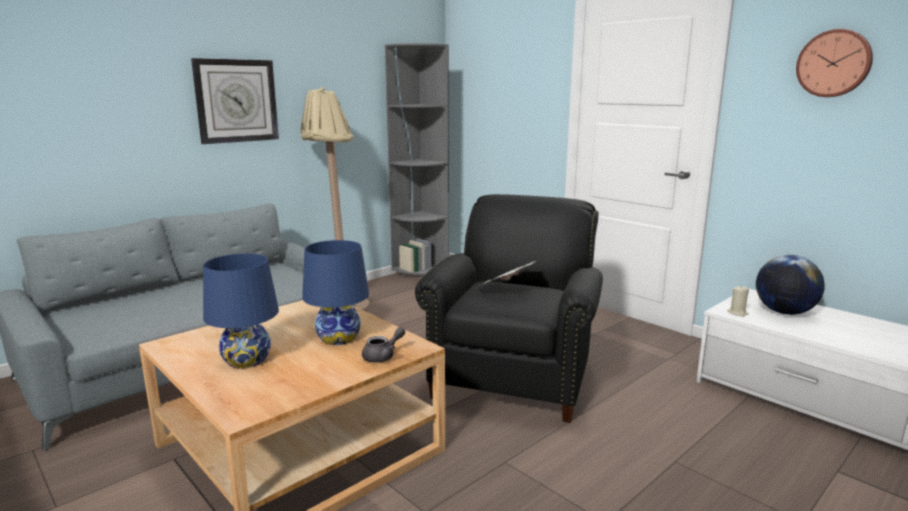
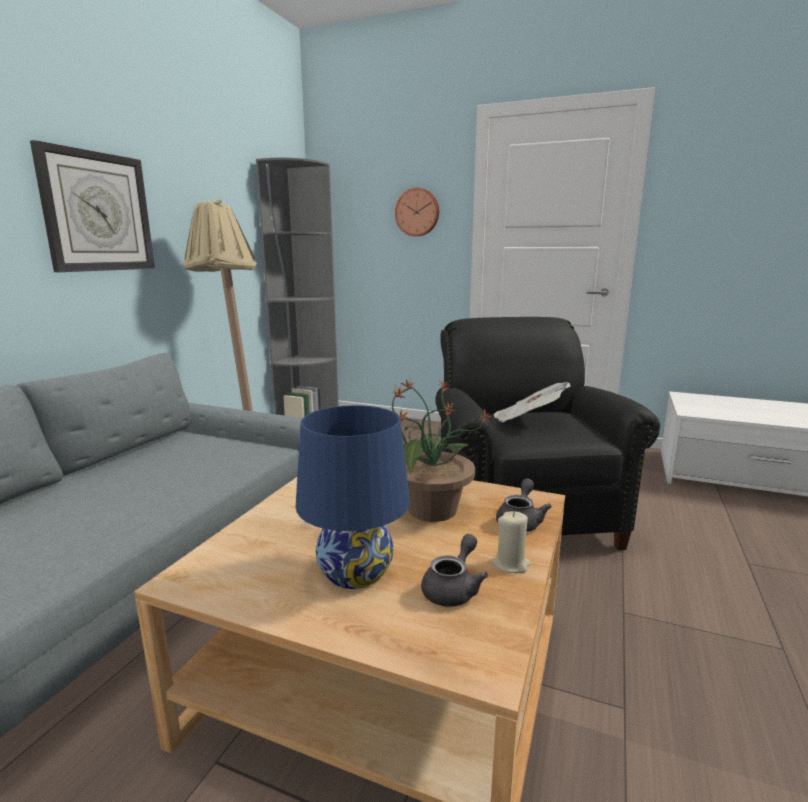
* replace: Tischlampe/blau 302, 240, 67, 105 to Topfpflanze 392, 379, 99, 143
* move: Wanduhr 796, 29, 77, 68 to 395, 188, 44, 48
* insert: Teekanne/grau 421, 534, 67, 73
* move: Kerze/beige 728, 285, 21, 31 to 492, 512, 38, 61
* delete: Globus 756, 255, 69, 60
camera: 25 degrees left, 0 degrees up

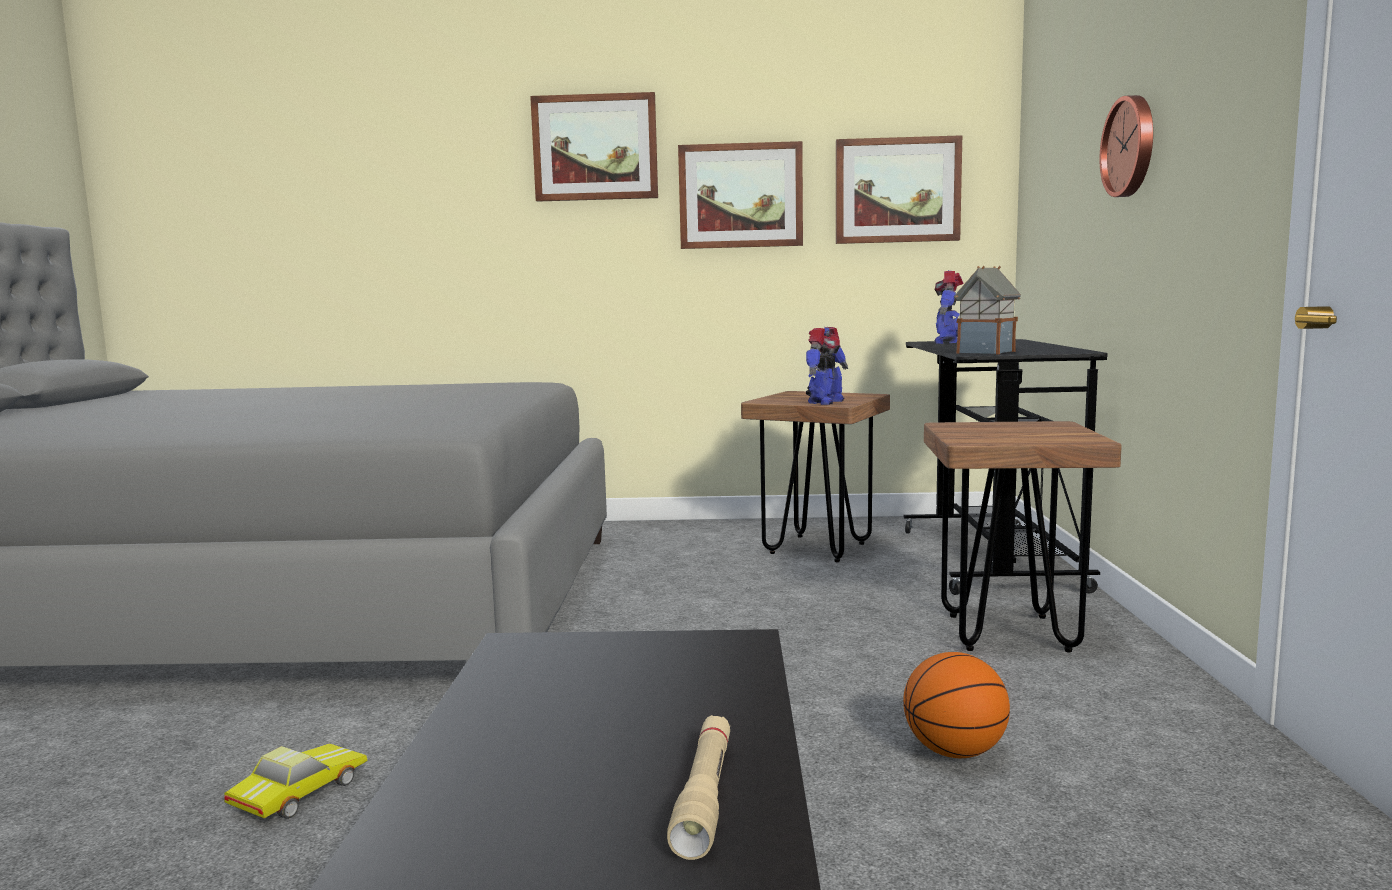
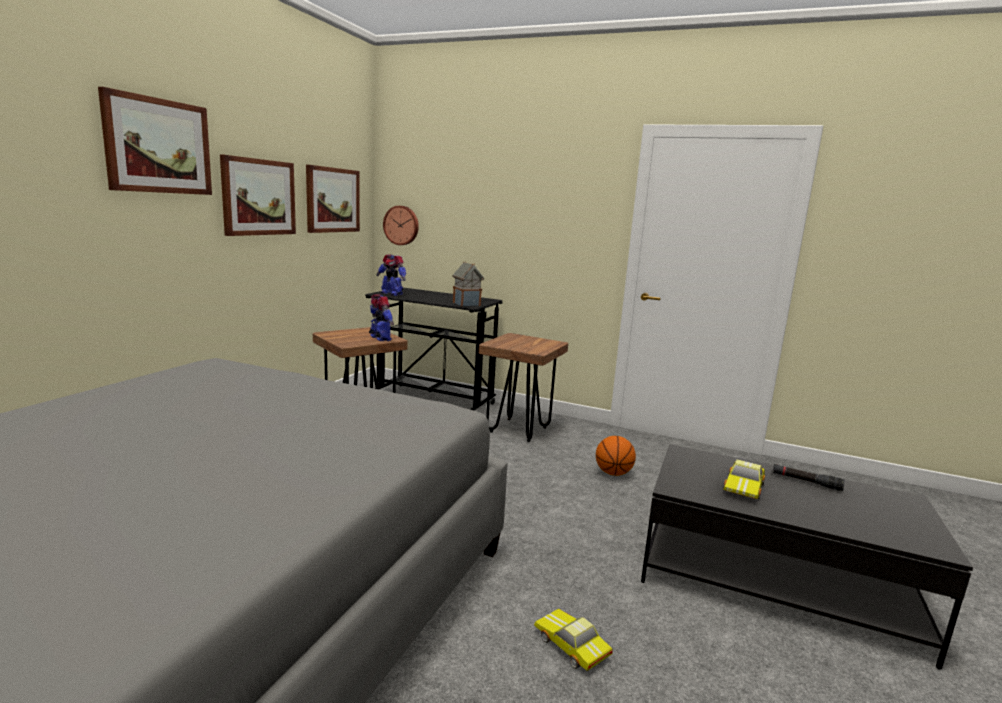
* move: Wanduhr 1100, 95, 53, 102 to 383, 206, 36, 39
* insert: Spielzeugauto 723, 459, 42, 40
* recolor: Taschenlampe/beige 667, 715, 63, 145 to Taschenlampe/schwarz 773, 464, 72, 27
camera: 70 degrees left, 5 degrees up

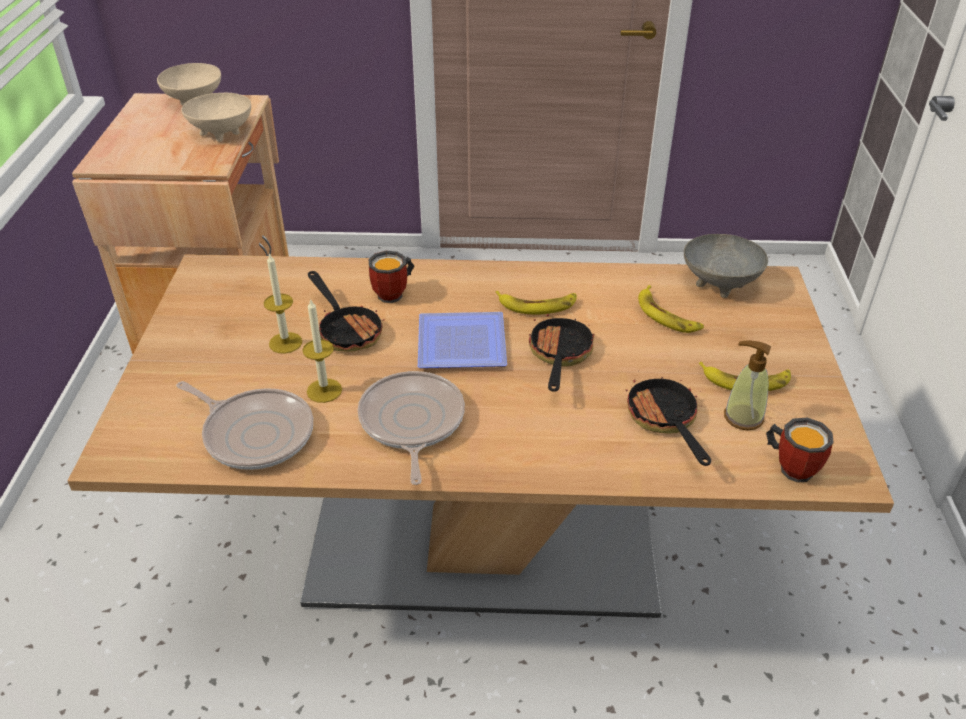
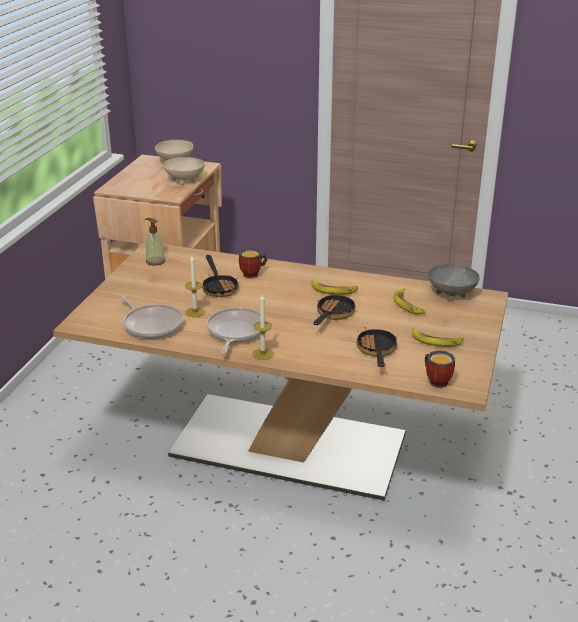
* move: Seifenspender 724, 340, 47, 90 to 145, 218, 20, 48
* move: Kerze 264, 253, 38, 101 to 253, 294, 21, 66
* delete: Teller 418, 312, 89, 56
camera: 15 degrees right, 10 degrees down

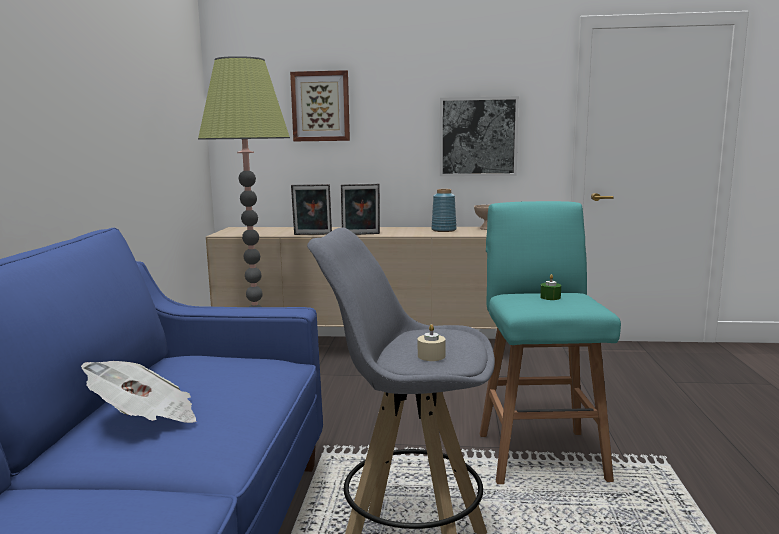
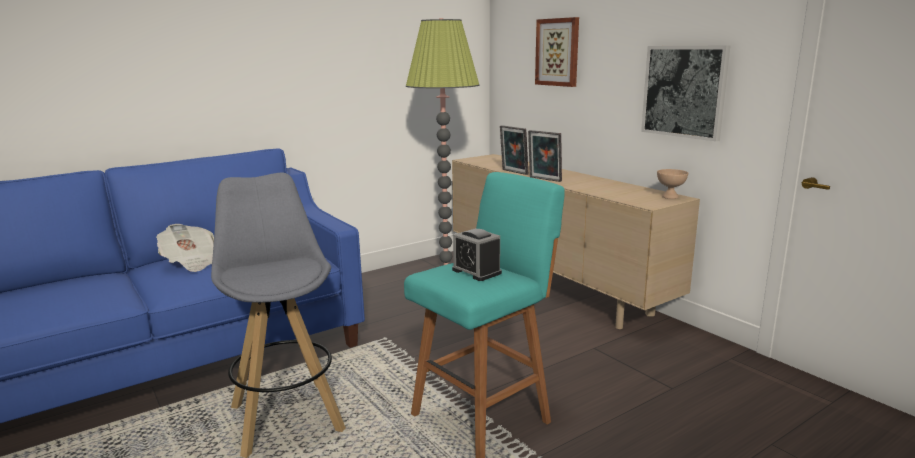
* replace: Kerze/grün 540, 274, 21, 26 to Wecker 452, 228, 50, 53
* delete: Kerze/beige 418, 324, 27, 37
* delete: Vase/blau 431, 189, 26, 43
camera: 50 degrees right, 5 degrees up

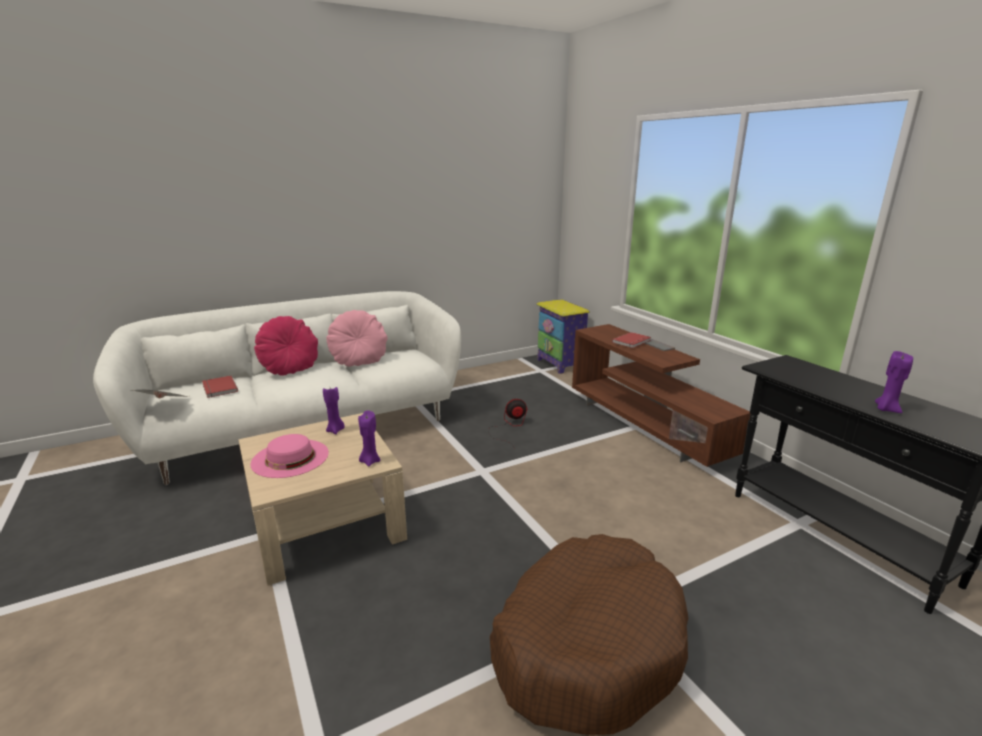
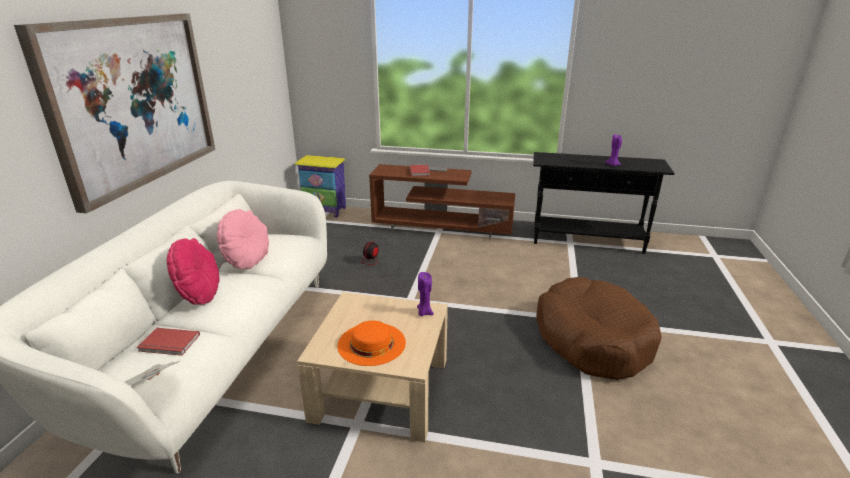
* insert: Bild 14, 14, 201, 199
* recolor: Hut/rosa 251, 434, 78, 44 to Hut/orange 337, 321, 69, 45
* delete: Kerze/lila 323, 387, 22, 47
camera: 50 degrees left, 5 degrees up

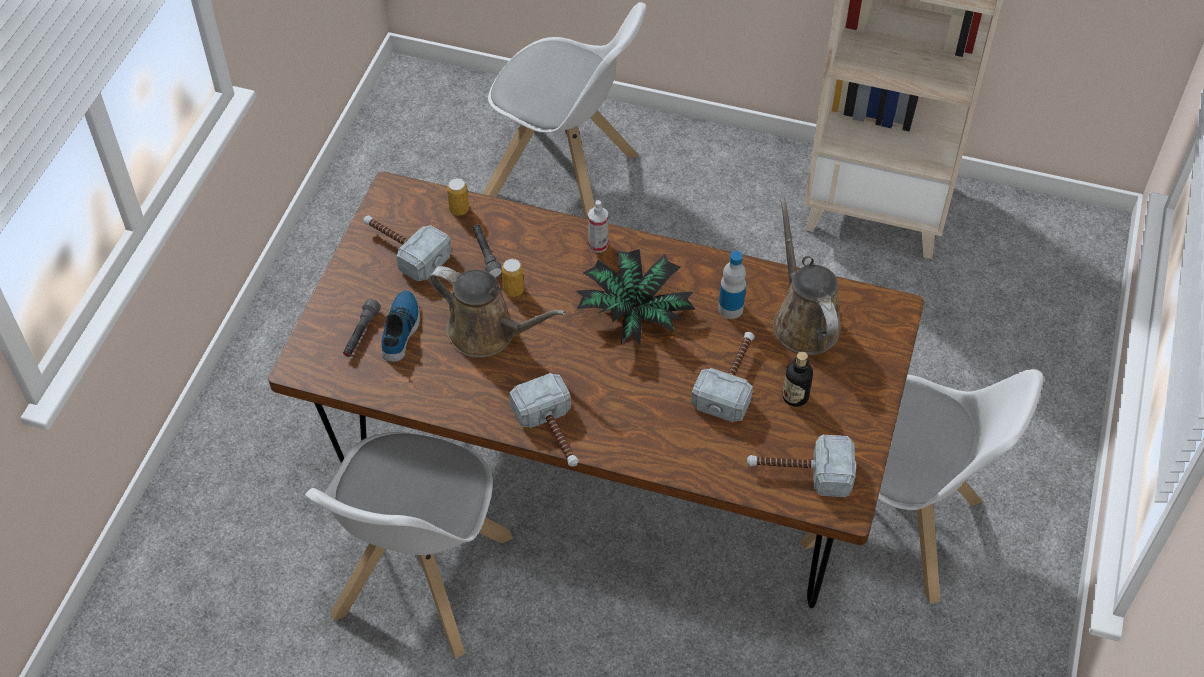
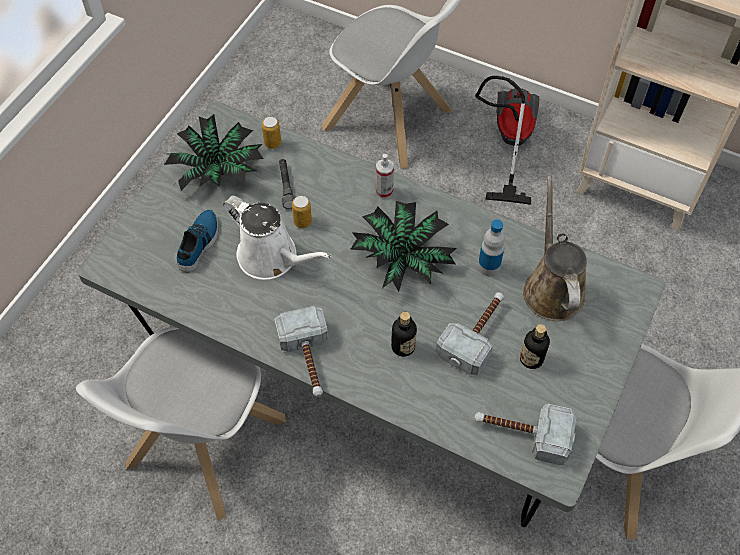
* recolor: Esstisch/braun 268, 172, 656, 436 to Esstisch/grau 77, 102, 588, 425
* replace: Hammer 363, 215, 89, 67 to Topfpflanze 164, 114, 100, 77
* recolor: Gießkanne/braun 429, 266, 137, 92 to Gießkanne/weiß 223, 195, 108, 85
* insert: Flasche 391, 312, 26, 45
* insert: Staubsauger 475, 76, 64, 129
* delete: Taschenlampe/grau 343, 299, 38, 58
camera: 10 degrees right, 5 degrees up

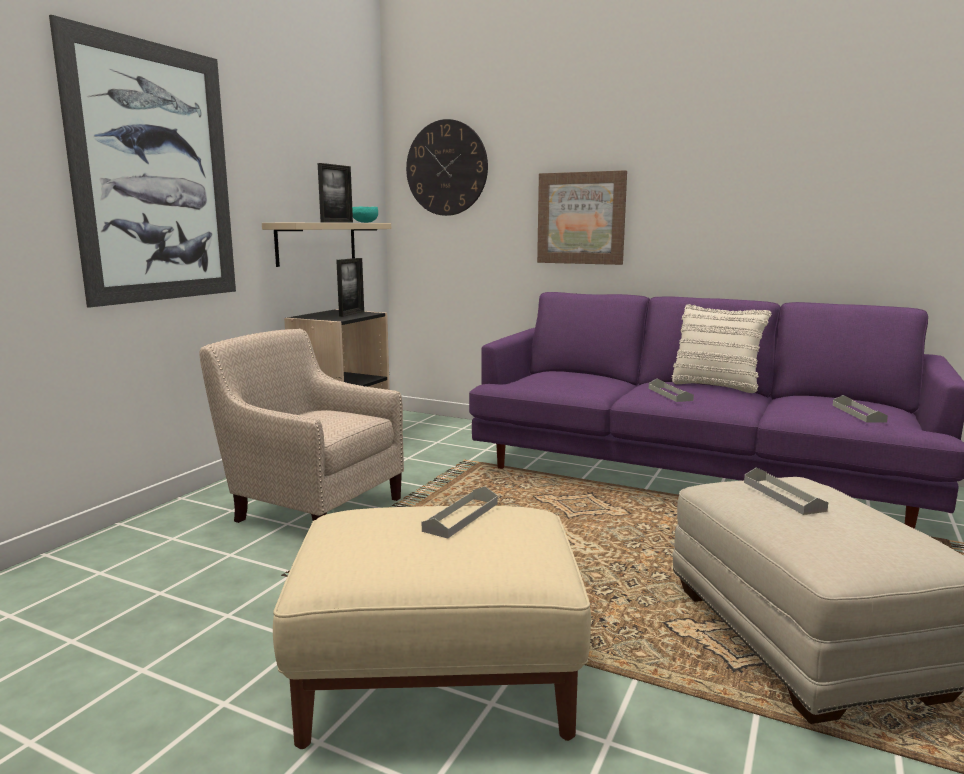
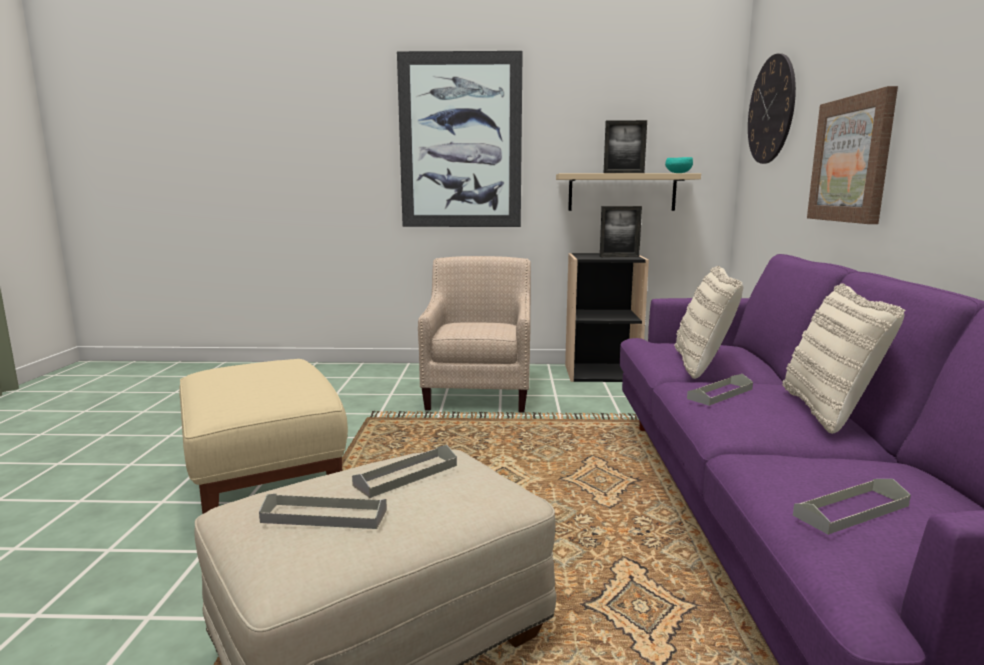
* move: Tablett/grau 422, 487, 76, 52 to 259, 493, 128, 36
* insert: Kissen/beige 674, 265, 69, 114
camera: 65 degrees right, 0 degrees up

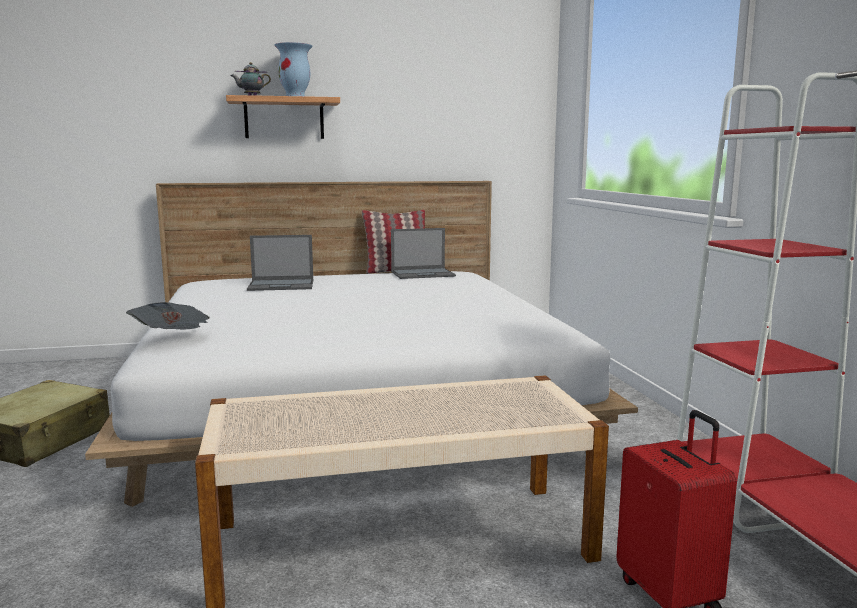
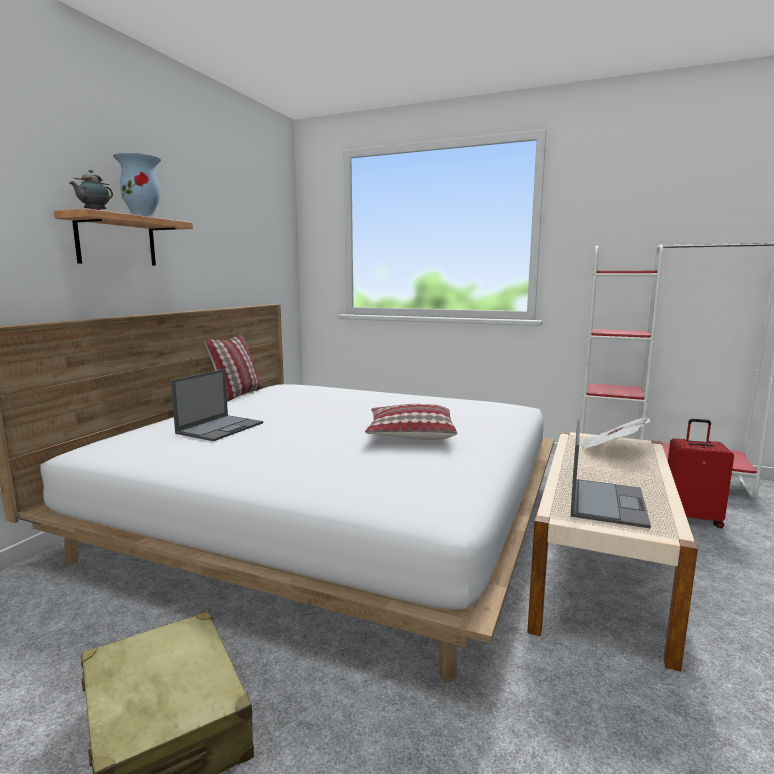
* insert: Kissen 365, 404, 92, 36
* move: Laptop 391, 228, 65, 51 to 571, 420, 80, 108
* move: Zeitung 126, 302, 83, 27 to 579, 418, 71, 32
camera: 55 degrees left, 0 degrees up

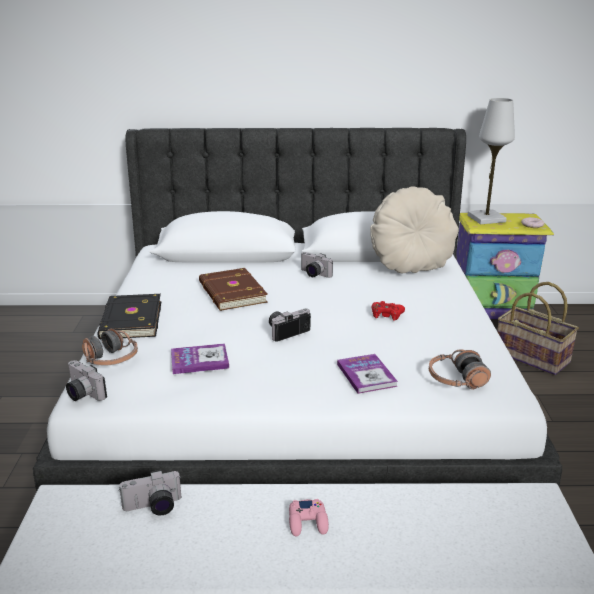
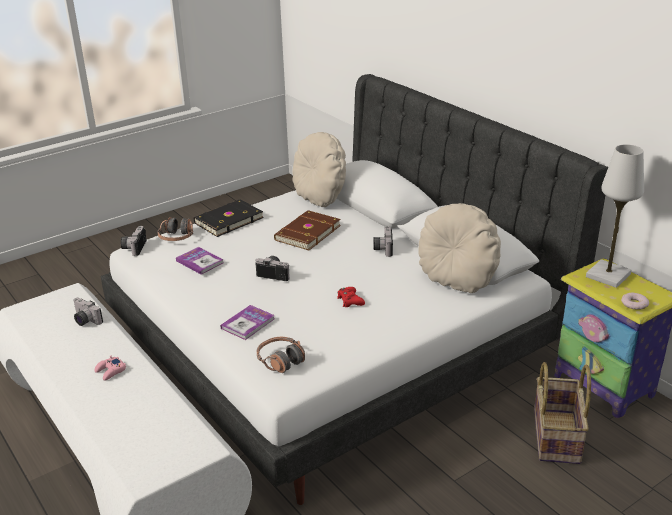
* insert: Kissen/beige 292, 132, 54, 75
camera: 55 degrees right, 5 degrees up

